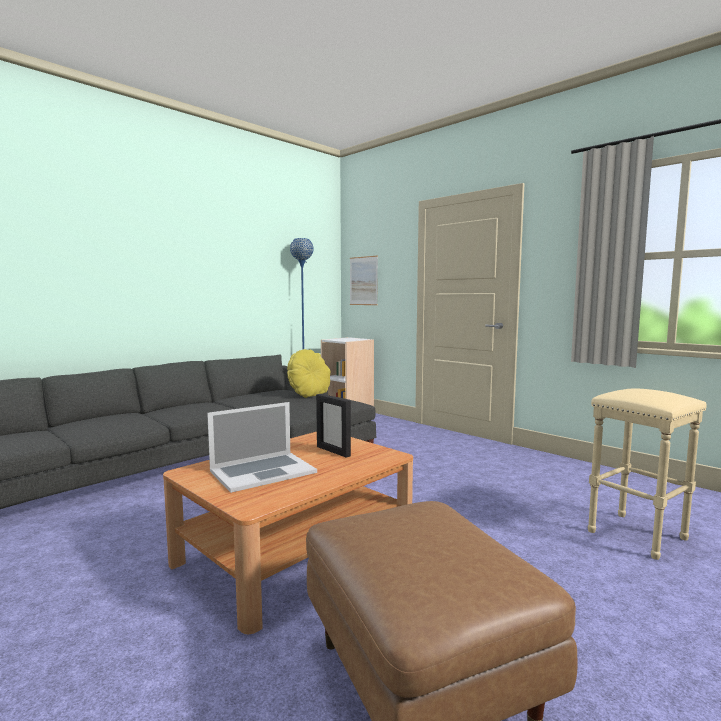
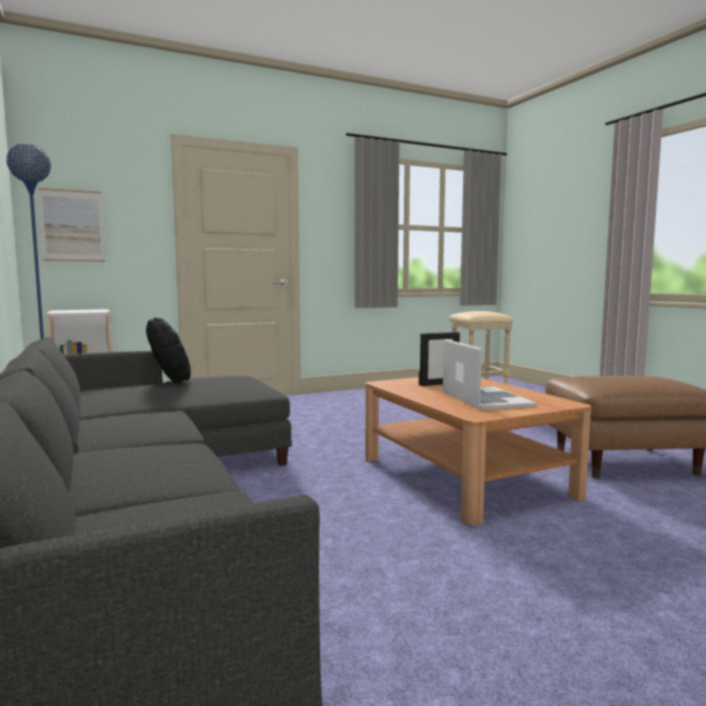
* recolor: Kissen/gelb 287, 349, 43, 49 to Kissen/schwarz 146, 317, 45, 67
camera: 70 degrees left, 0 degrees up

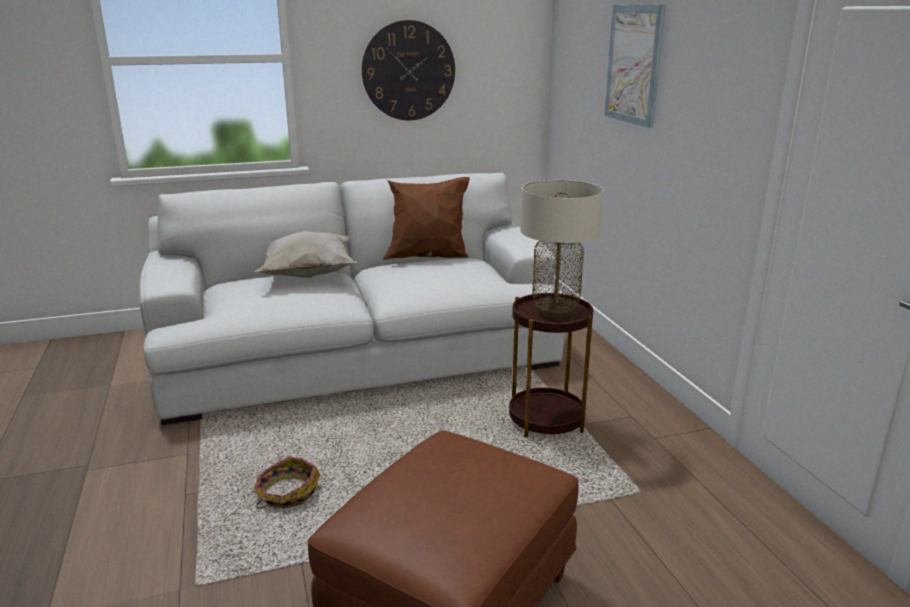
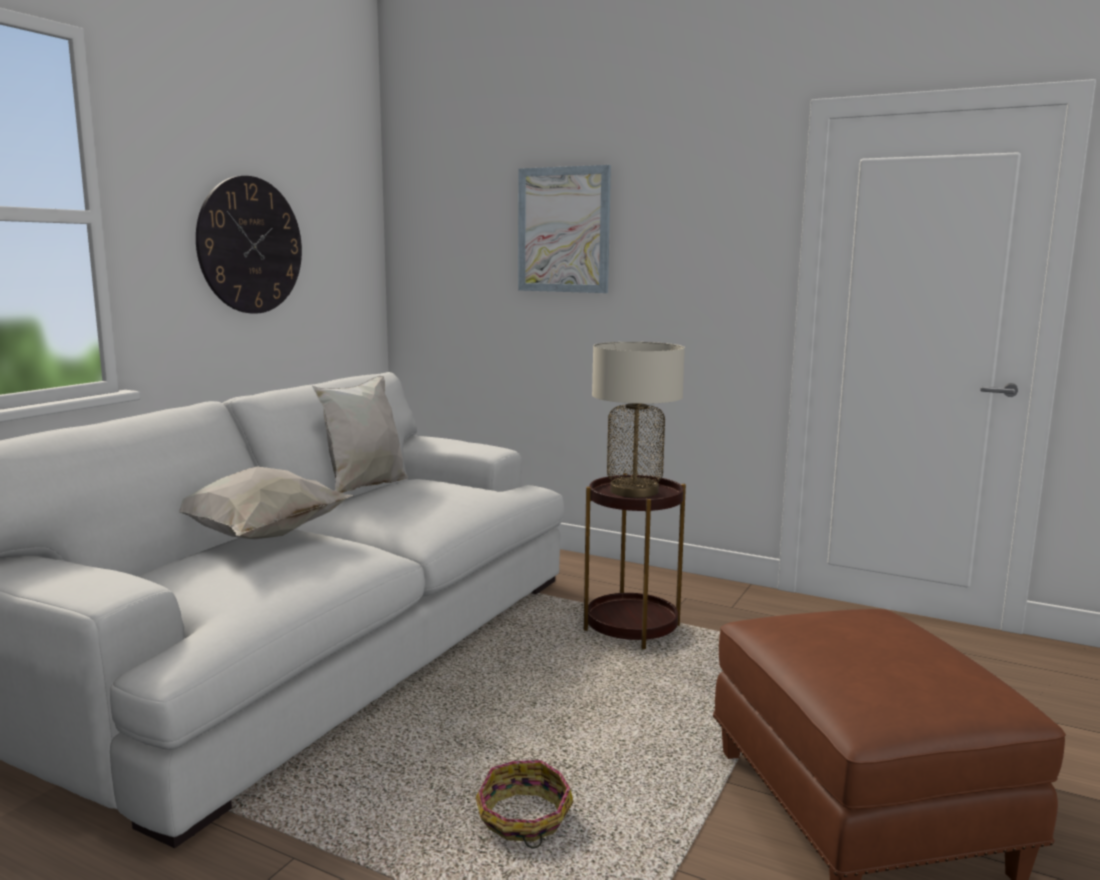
* recolor: Kissen/braun 383, 177, 87, 83 to Kissen/weiß 312, 376, 96, 117
camera: 45 degrees left, 10 degrees down

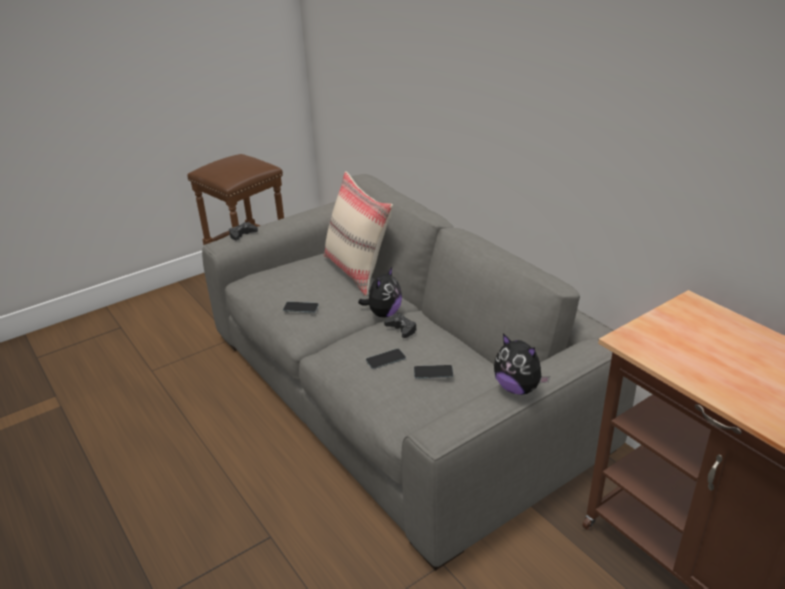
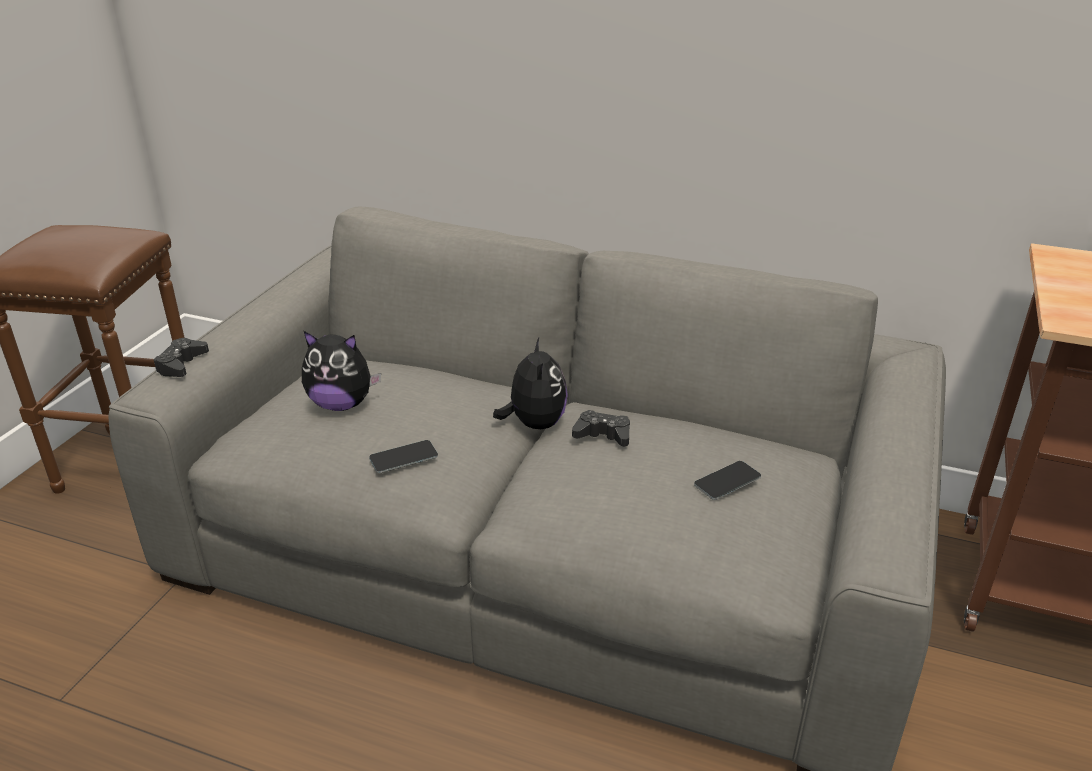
* move: Plüschtier 494, 334, 56, 61 to 302, 331, 79, 80
* delete: Kissen/beige 324, 171, 69, 125
* delete: Handy 366, 349, 40, 20
camera: 35 degrees left, 0 degrees up

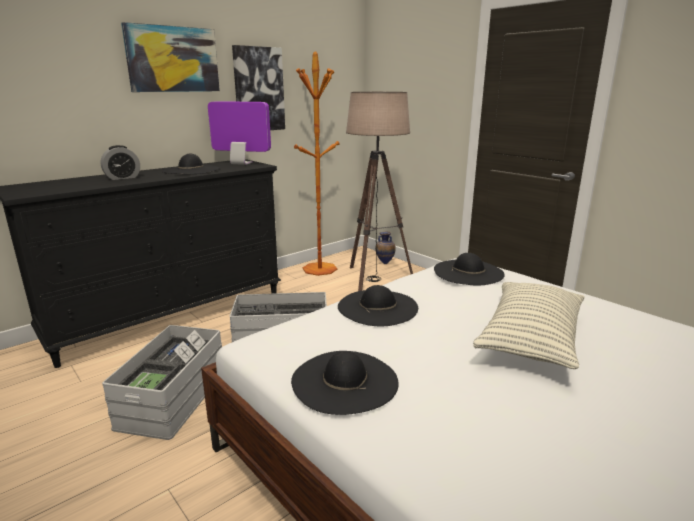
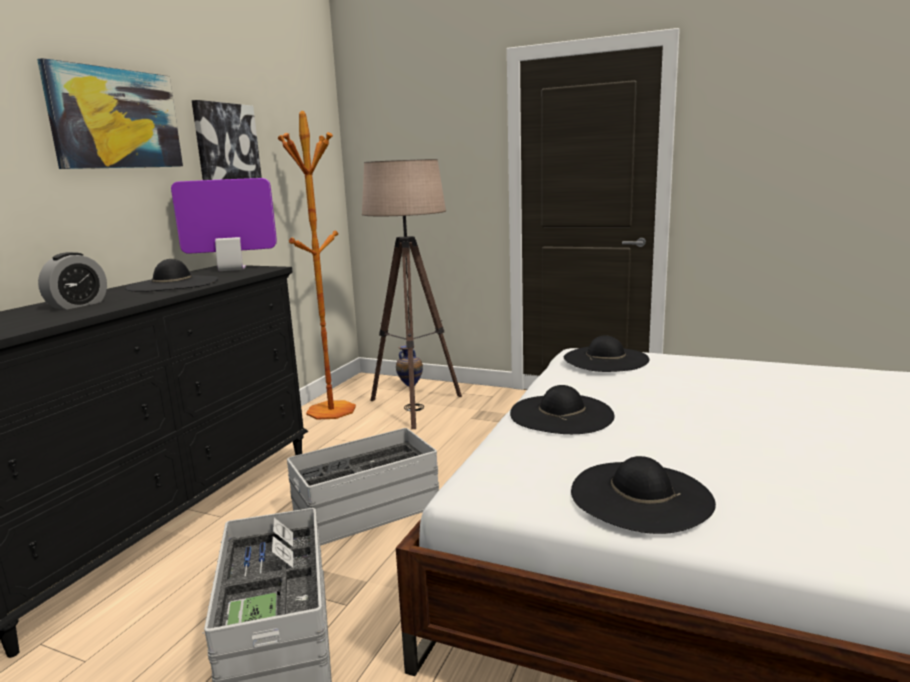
* delete: Kissen 473, 282, 112, 87
camera: 25 degrees left, 5 degrees down

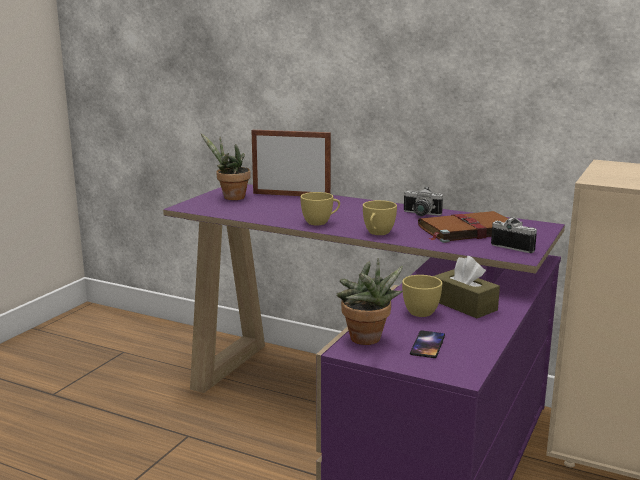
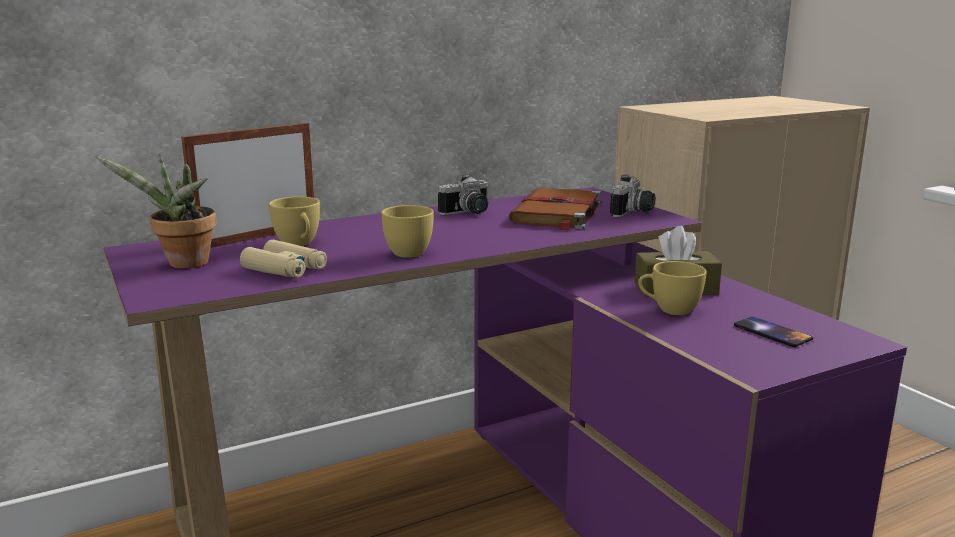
* insert: Fernglas/beige 240, 240, 87, 38
* move: Tasse/gelb 363, 200, 34, 35 to 269, 197, 51, 49
* rotate: Kamera 491, 217, 46, 36 = 610, 175, 45, 42 135 degrees clockwise
* delete: Topfpflanze 336, 258, 67, 87
camera: 55 degrees left, 0 degrees up

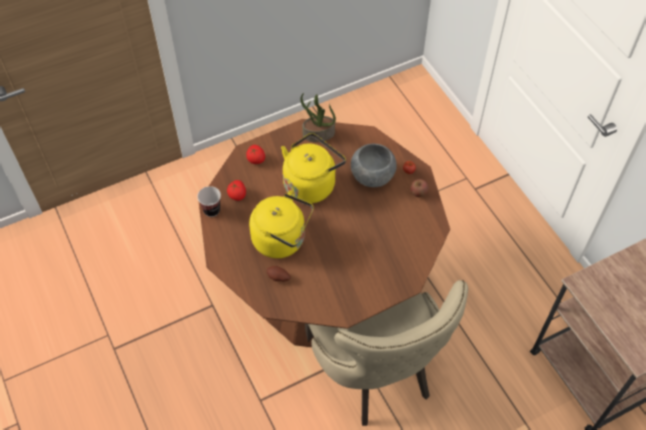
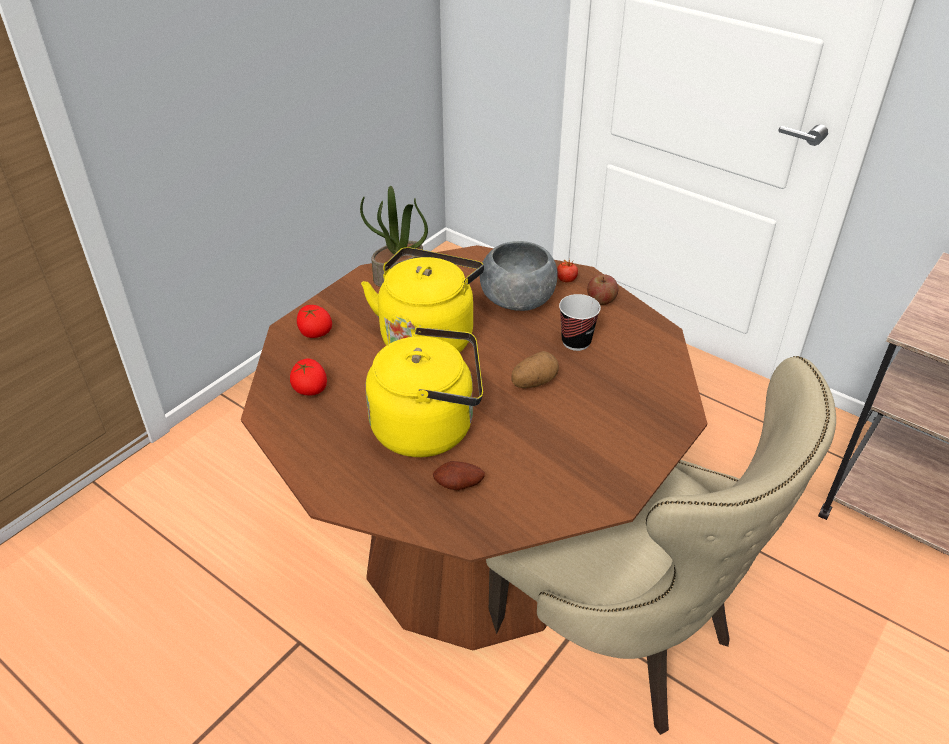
* insert: Kartoffel 511, 351, 48, 37
* move: Tasse 197, 186, 24, 31 to 559, 294, 42, 57
camera: 25 degrees left, 15 degrees down

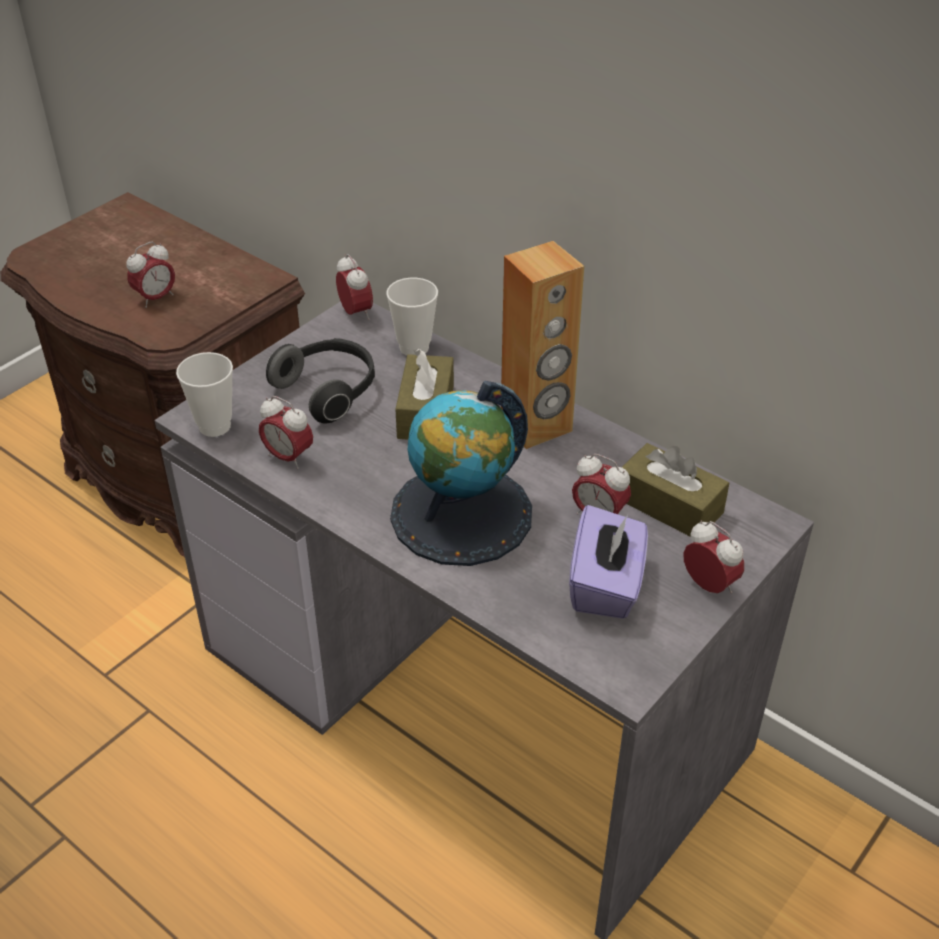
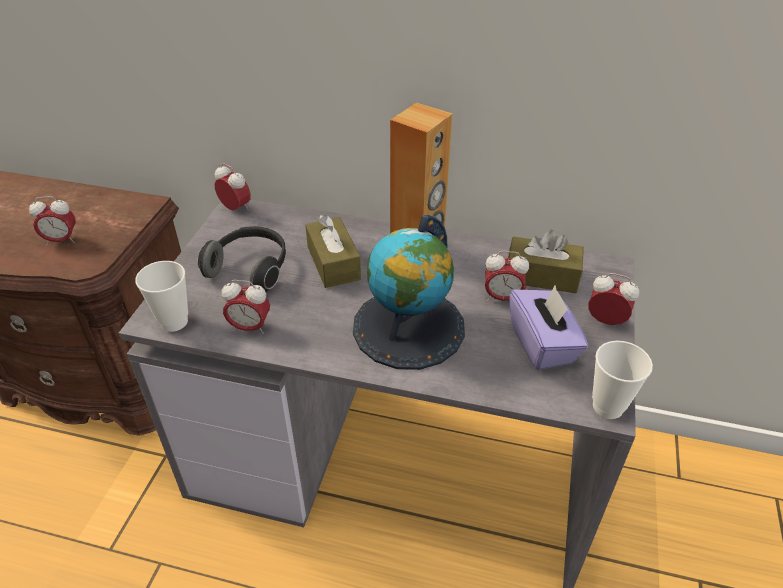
* rotate: Wecker 126, 242, 49, 66 = 29, 196, 47, 49 60 degrees clockwise
* move: Tasse 386, 278, 52, 78 to 592, 341, 61, 78
camera: 25 degrees left, 0 degrees up

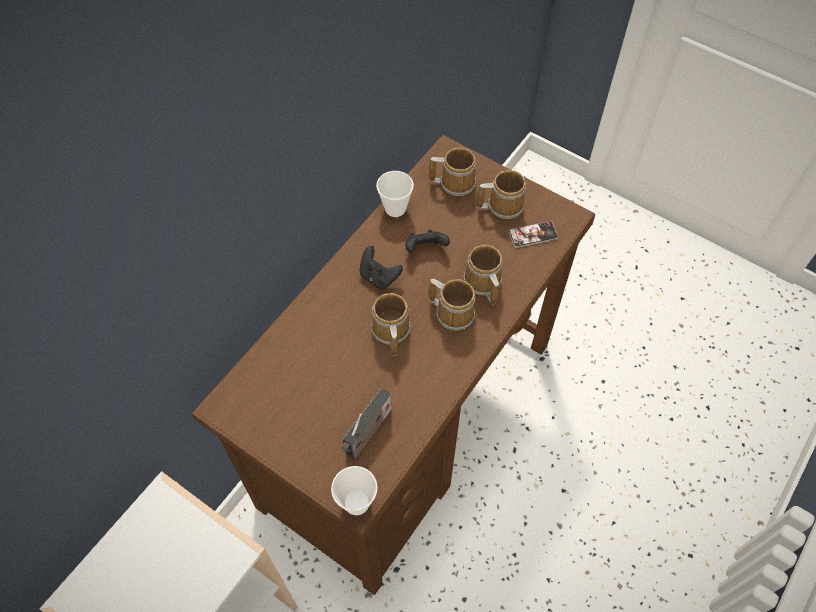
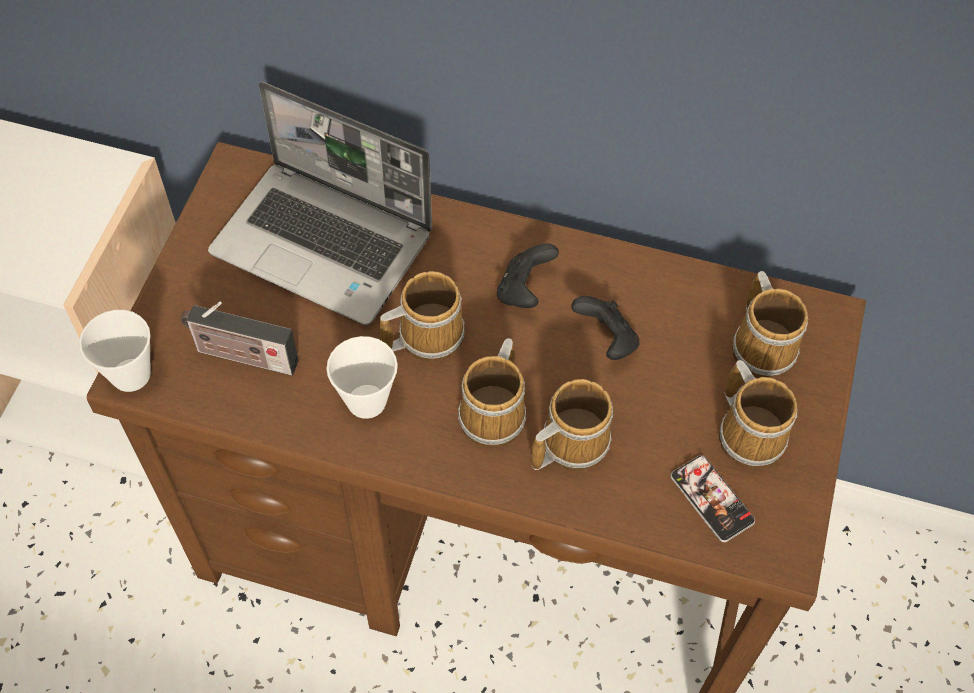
* insert: Laptop 208, 82, 224, 243
* move: Tasse 376, 171, 38, 46 to 326, 336, 72, 83
camera: 70 degrees right, 0 degrees up

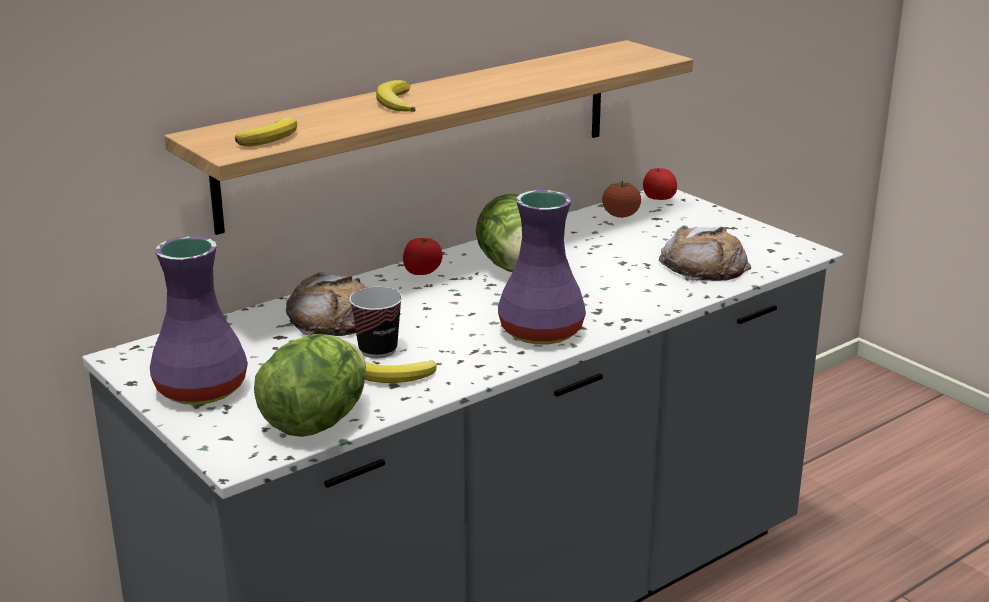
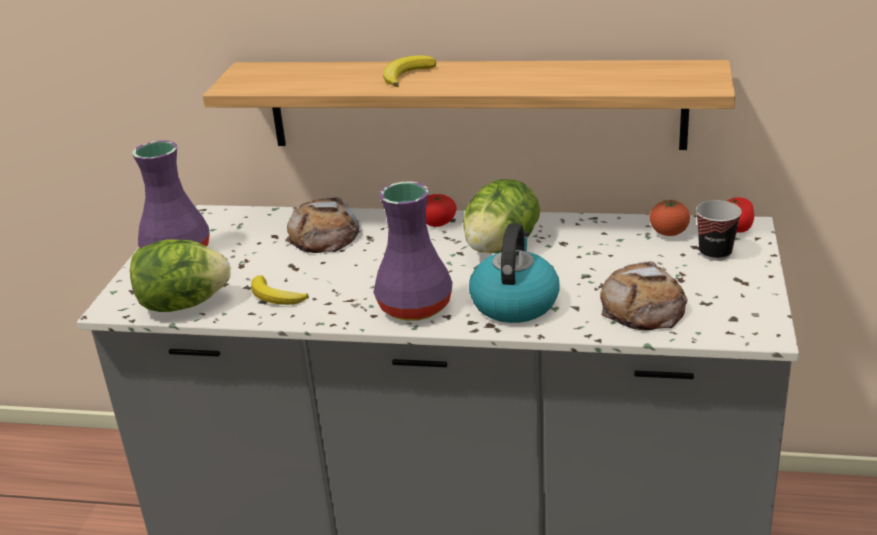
* insert: Wasserkessel 469, 223, 91, 100
* move: Tasse 349, 287, 53, 71 to 696, 200, 46, 61
* delete: Banane 235, 117, 62, 30
camera: 50 degrees right, 5 degrees up

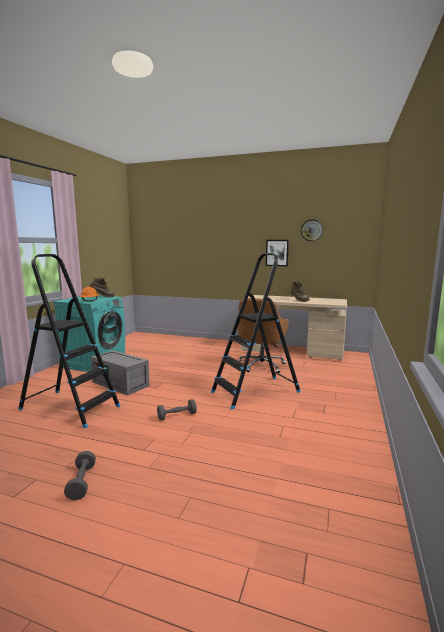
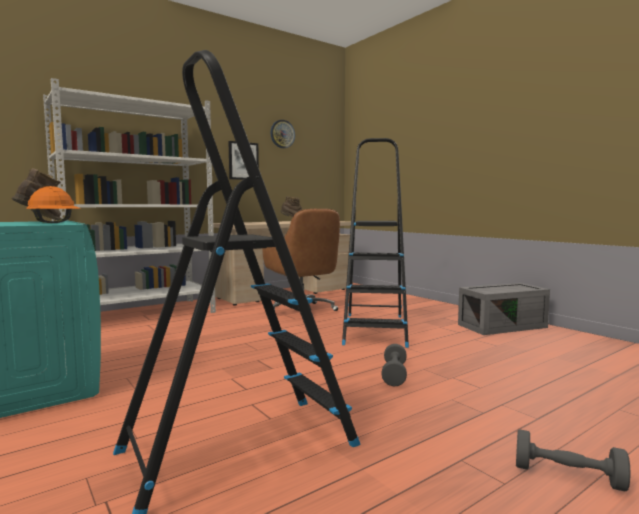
* insert: Bücherregal/weiß 43, 78, 173, 235
* move: Aufbewahrungsbox/grau 91, 350, 59, 45 to 458, 283, 92, 52
camera: 55 degrees left, 5 degrees down

